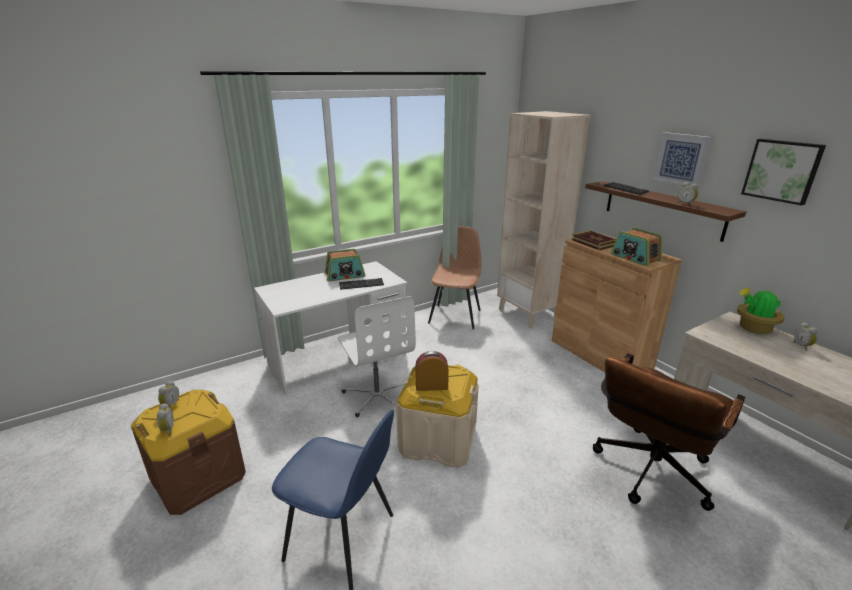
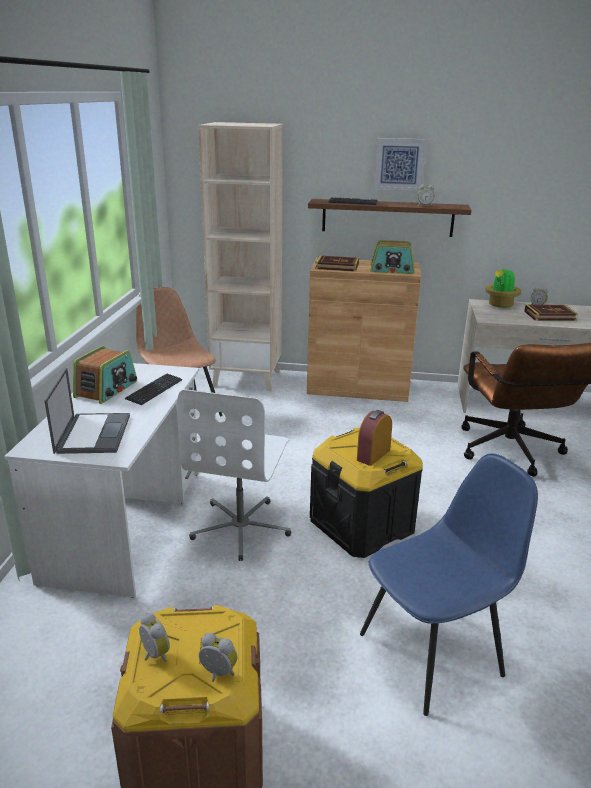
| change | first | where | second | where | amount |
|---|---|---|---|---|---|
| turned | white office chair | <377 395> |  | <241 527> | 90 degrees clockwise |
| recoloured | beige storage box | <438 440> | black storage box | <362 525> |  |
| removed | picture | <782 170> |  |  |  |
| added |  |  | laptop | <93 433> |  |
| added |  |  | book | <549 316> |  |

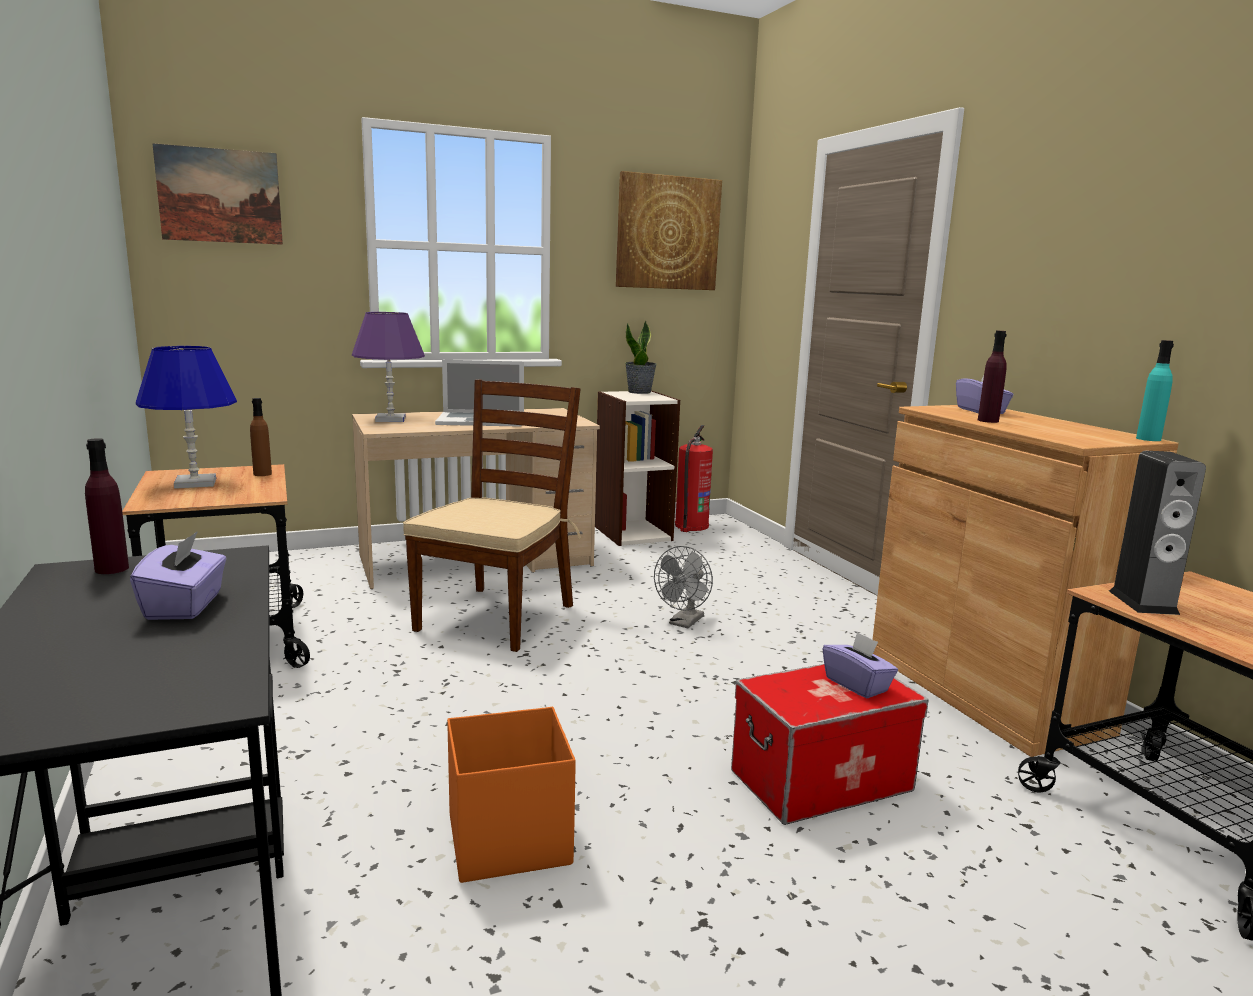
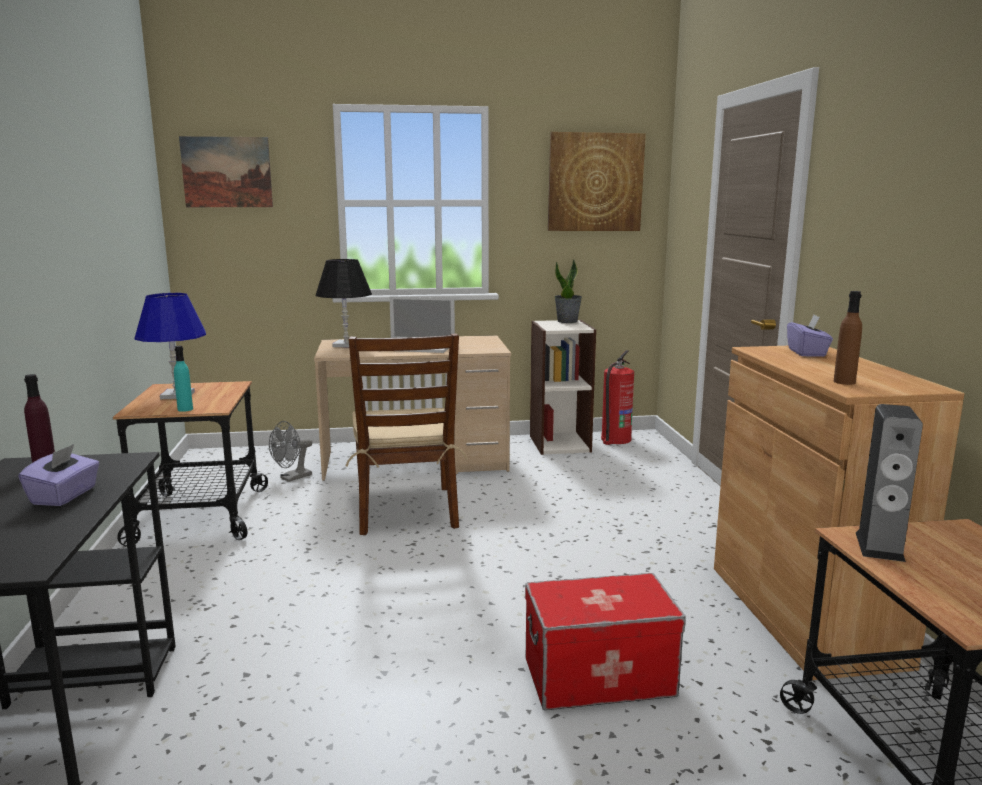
| change | first | where | second | where | amount |
|---|---|---|---|---|---|
| moved | brown bottle | <262 474> |  | <844 382> |  |
| recoloured | purple table lamp | <390 419> | black table lamp | <346 345> |  |
| turned | brown chair | <496 617> |  | <406 510> | 135 degrees clockwise |
| removed | orange storage box | <507 840> |  |  |  |
| moved | grey fan | <684 623> |  | <292 478> |  |
| removed | purple tissue box | <857 685> |  |  |  |
| removed | purple bottle | <988 421> |  |  |  |
| moved | turquoise bottle | <1148 439> |  | <185 409> |  |

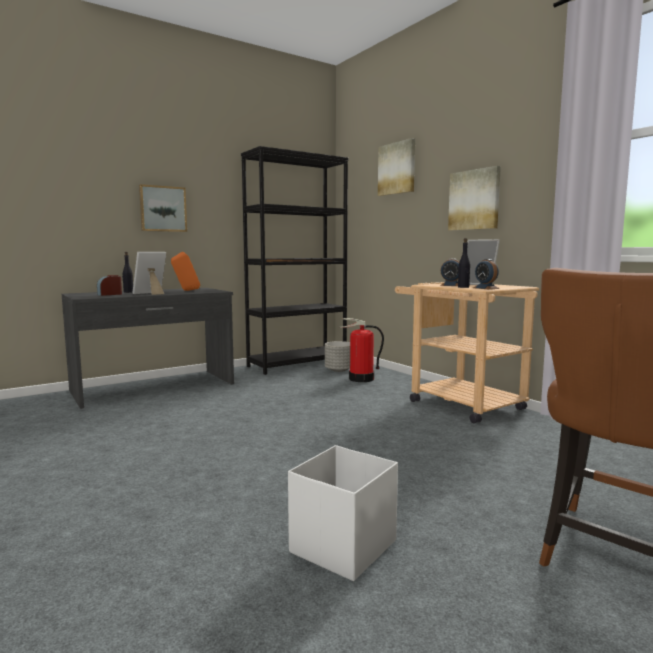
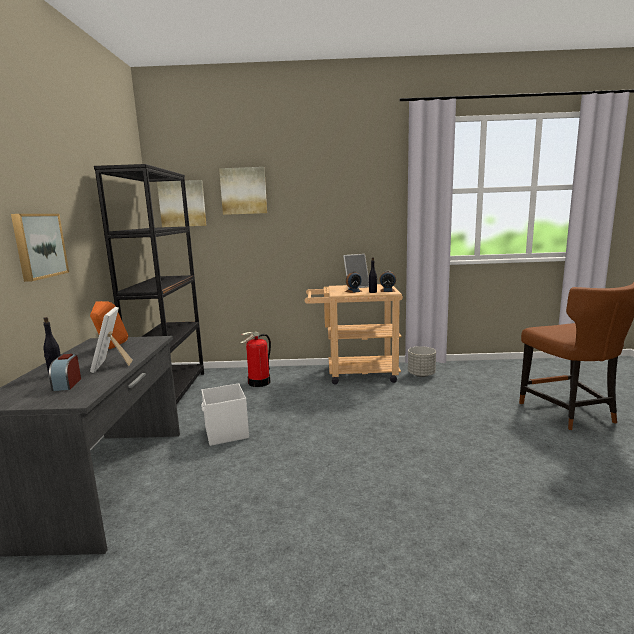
| change | first | where | second | where | amount |
|---|---|---|---|---|---|
| moved | white storage box | <342 547> |  | <226 433> |  |
| moved | grey planter | <339 370> |  | <421 374> |  |
| moved | picture | <474 200> |  | <182 203> |  |

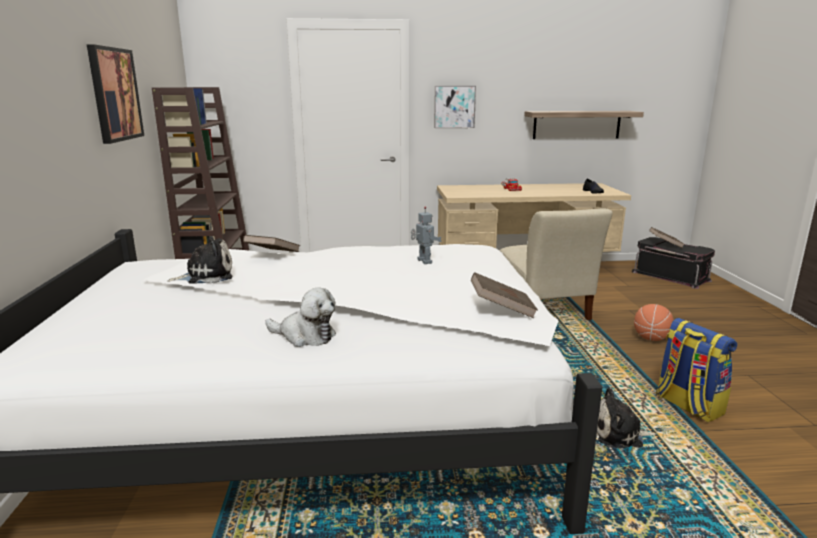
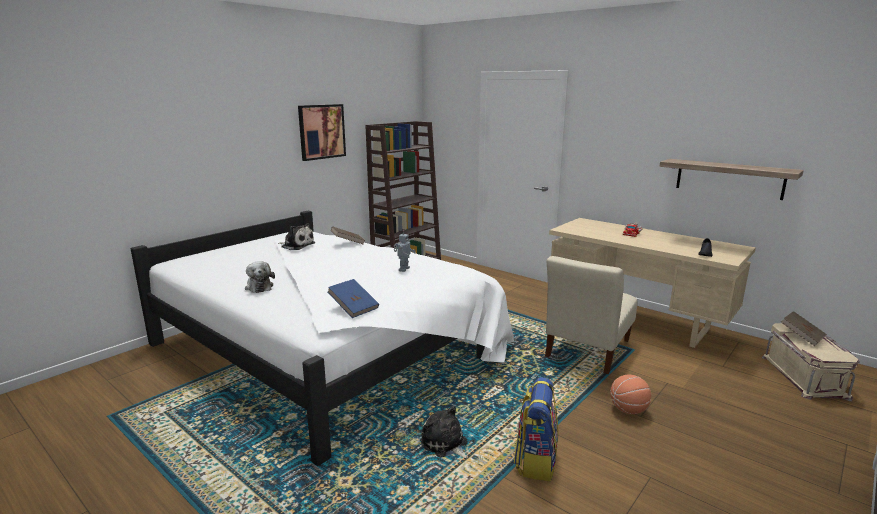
| change | first | where | second | where | amount |
|---|---|---|---|---|---|
| removed | picture | <454 107> |  |  |  |
| recoloured | brown book | <502 309> | blue book | <354 308> |  |
| recoloured | black storage box | <671 276> | beige storage box | <805 376> |  |

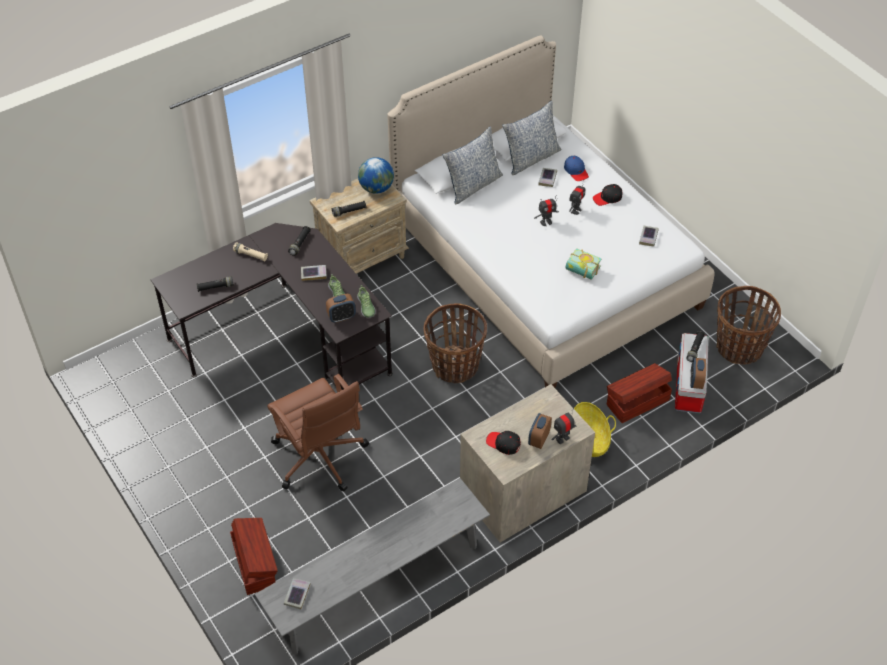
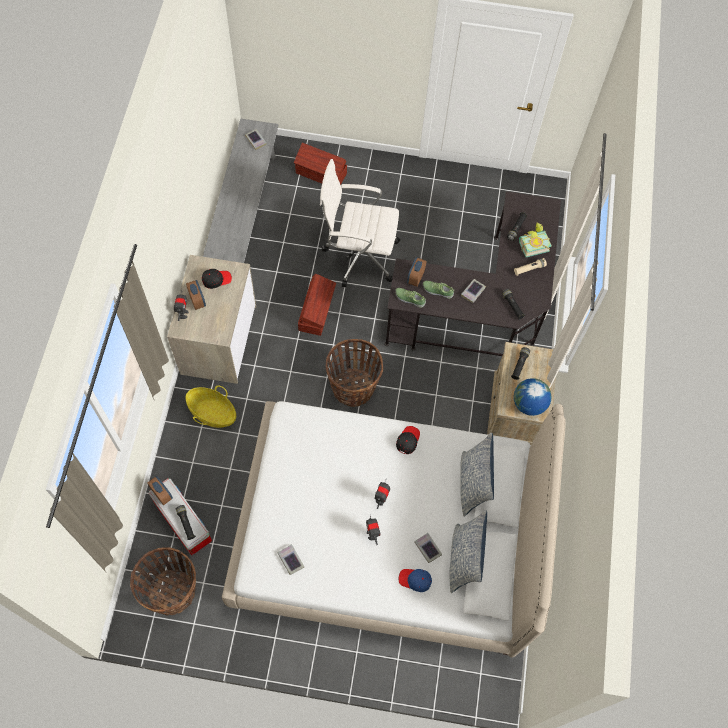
| change | first | where | second | where | amount |
|---|---|---|---|---|---|
| recoloured | brown office chair | <320 459> | white office chair | <359 255> |  |
| moved | book | <581 272> |  | <532 244> |  |
| moved | black cap | <607 198> |  | <407 440> |  |
| moved | brown storage box | <636 402> |  | <317 311> |  |

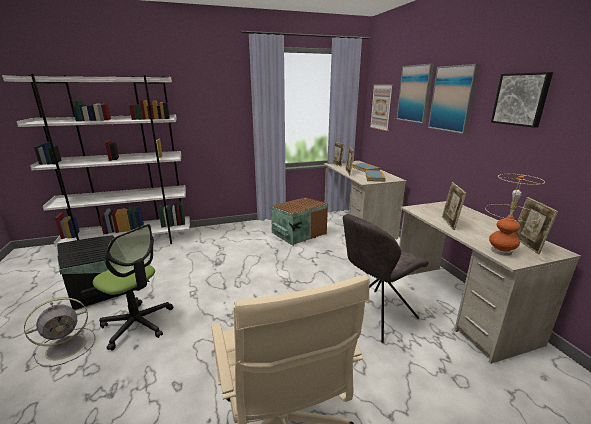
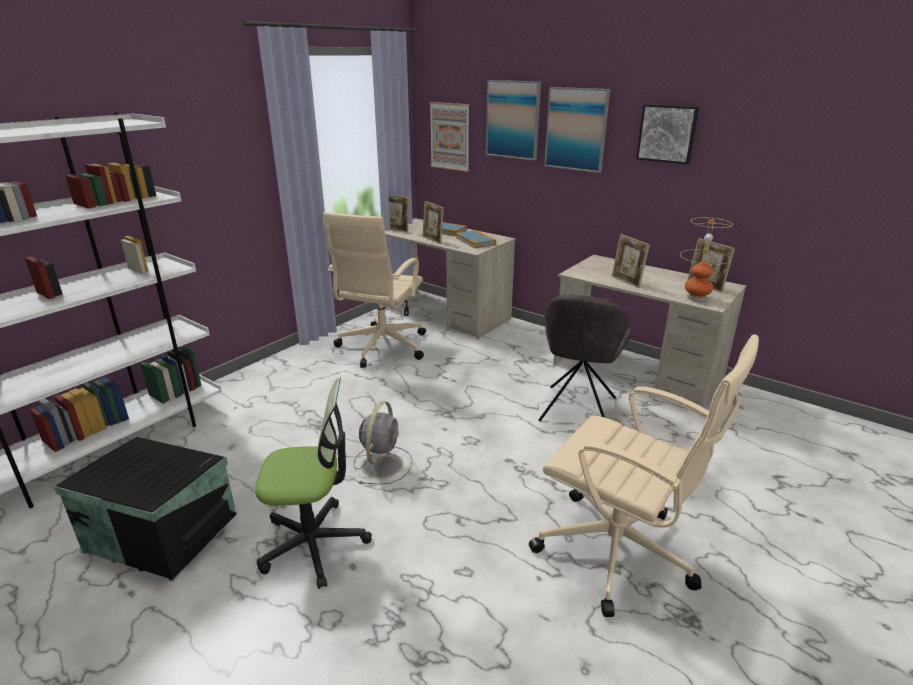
| change | first | where | second | where | amount |
|---|---|---|---|---|---|
| moved | grey fan | <68 346> |  | <383 464> |  |
| replaced | brown storage box | <298 233> | beige office chair | <381 347> |  |

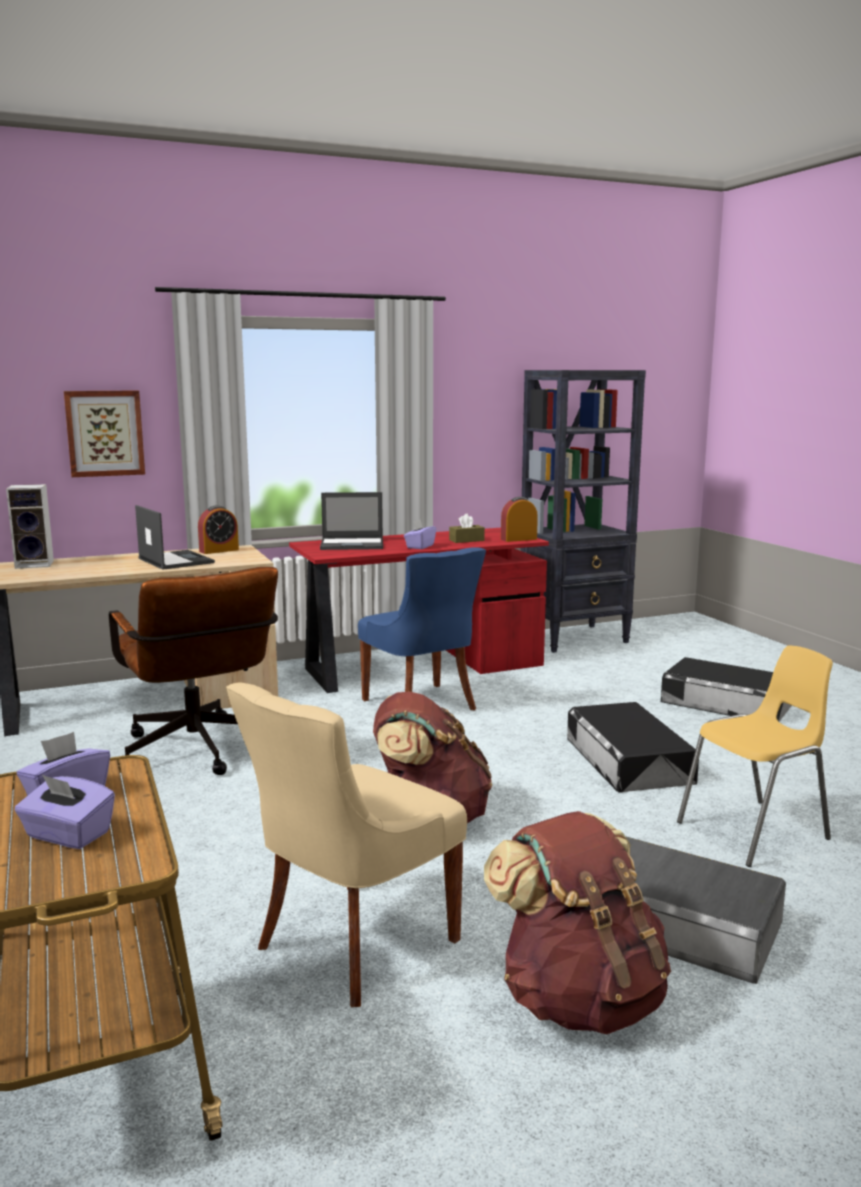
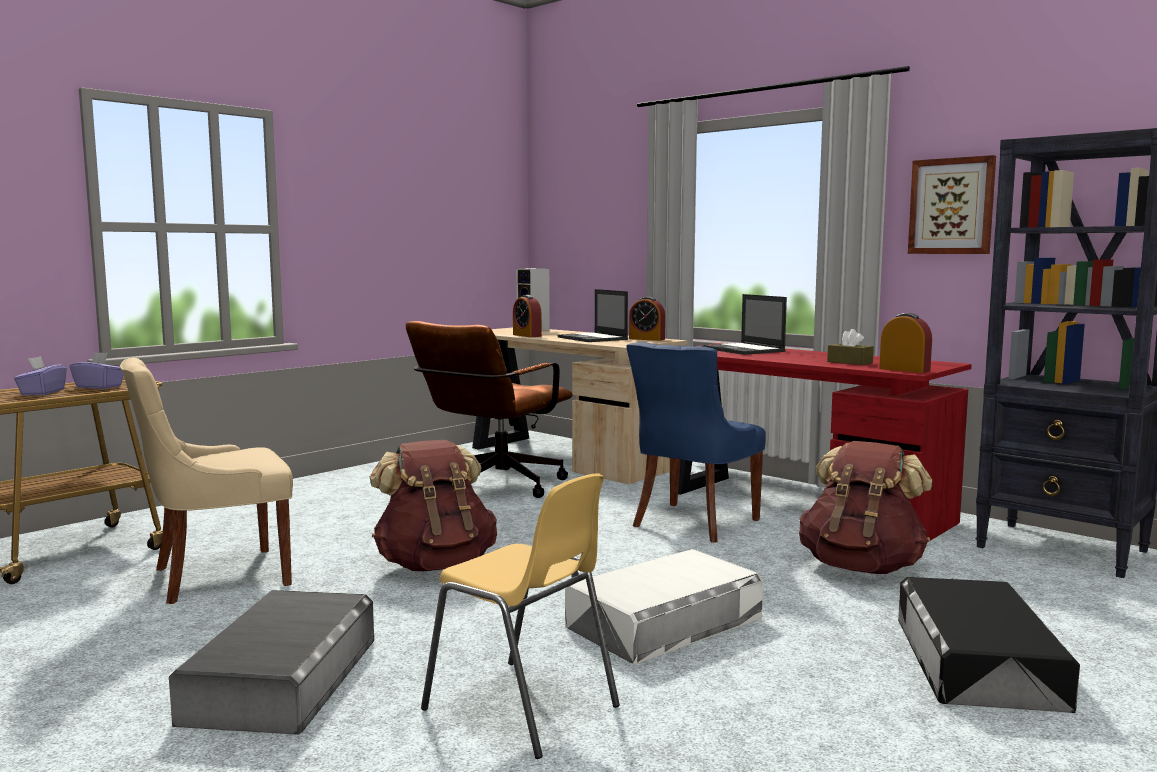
| change | first | where | second | where | amount |
|---|---|---|---|---|---|
| moved | picture | <105 433> |  | <951 206> |  |
| turned | laptop | <175 560> |  | <593 338> | 120 degrees clockwise |
| turned | beige chair | <352 944> |  | <217 576> | 45 degrees counterclockwise |
| removed | purple tissue box | <420 546> |  |  |  |
| moved | brown backpack | <579 998> |  | <862 567> |  |
| recoloured | black storage box | <629 760> | white storage box | <665 623> |  |
| added |  |  | alarm clock | <527 335> |  |

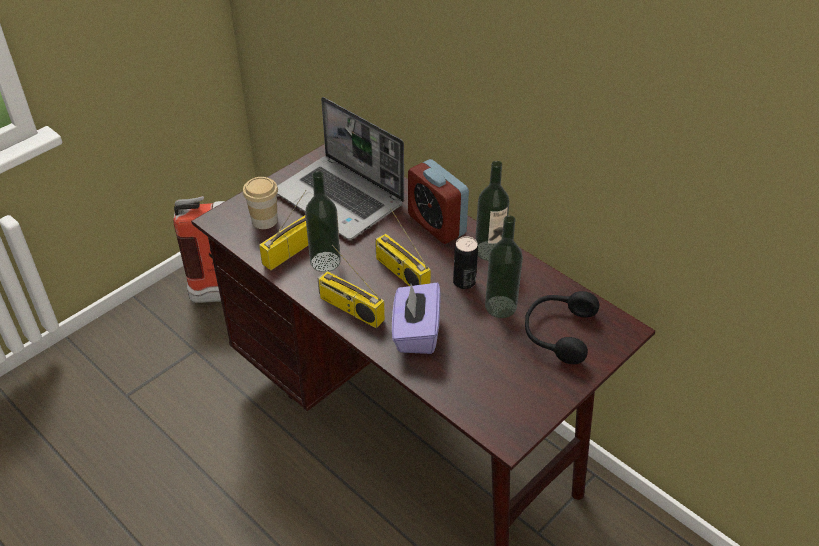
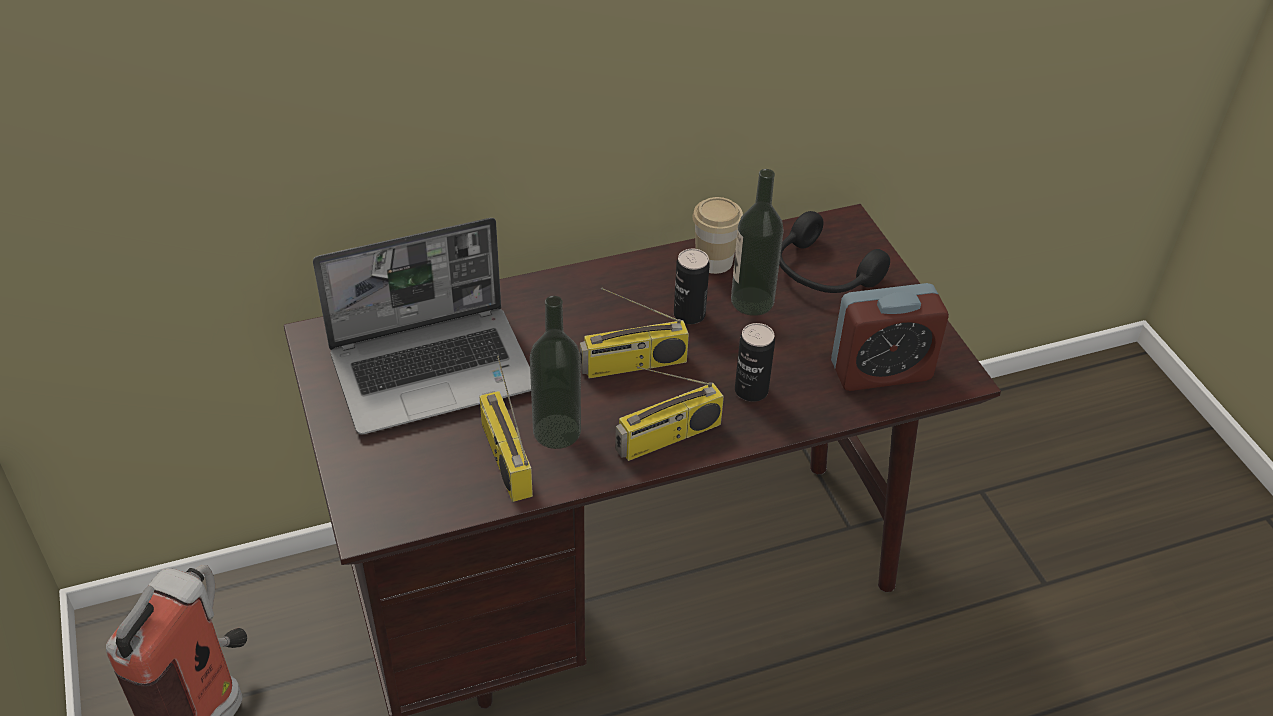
| change | first | where | second | where | amount |
|---|---|---|---|---|---|
| moved | cup | <264 220> |  | <714 261> |  |
| replaced | purple tissue box | <416 333> | can | <751 391> |  |
| moved | alarm clock | <436 224> |  | <881 371> |  |
| removed | bottle | <489 251> |  |  |  |

